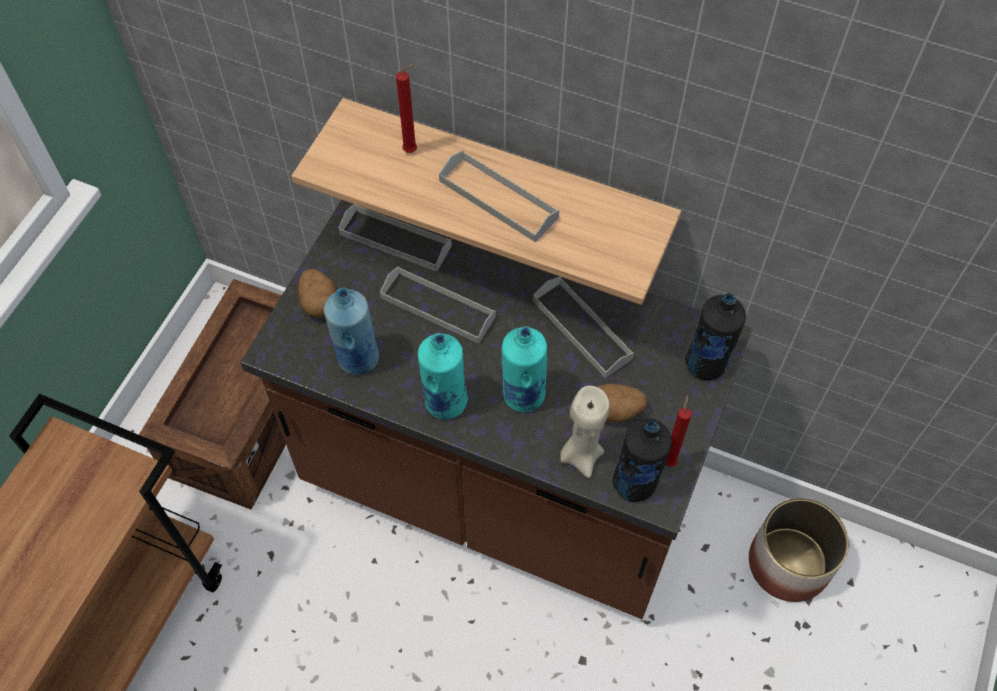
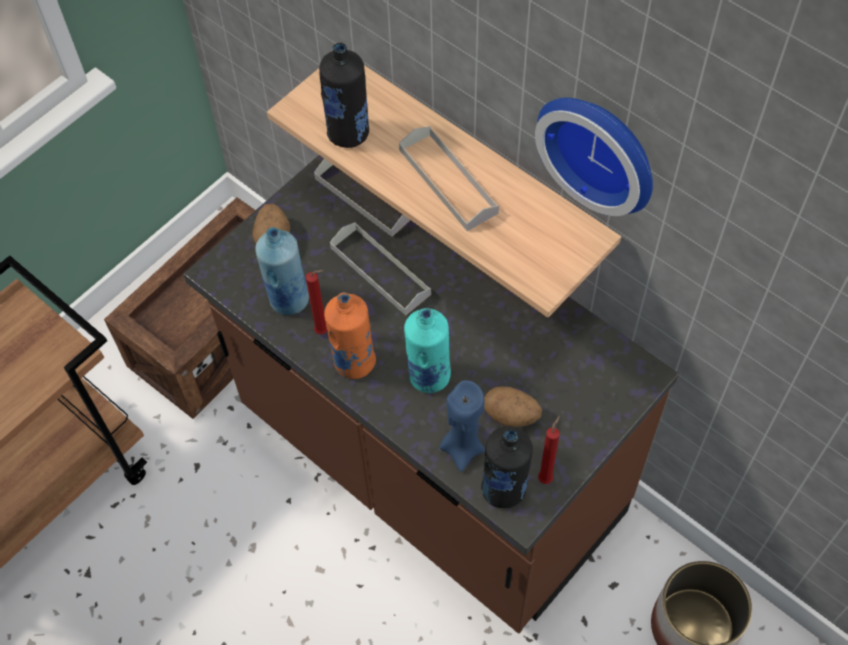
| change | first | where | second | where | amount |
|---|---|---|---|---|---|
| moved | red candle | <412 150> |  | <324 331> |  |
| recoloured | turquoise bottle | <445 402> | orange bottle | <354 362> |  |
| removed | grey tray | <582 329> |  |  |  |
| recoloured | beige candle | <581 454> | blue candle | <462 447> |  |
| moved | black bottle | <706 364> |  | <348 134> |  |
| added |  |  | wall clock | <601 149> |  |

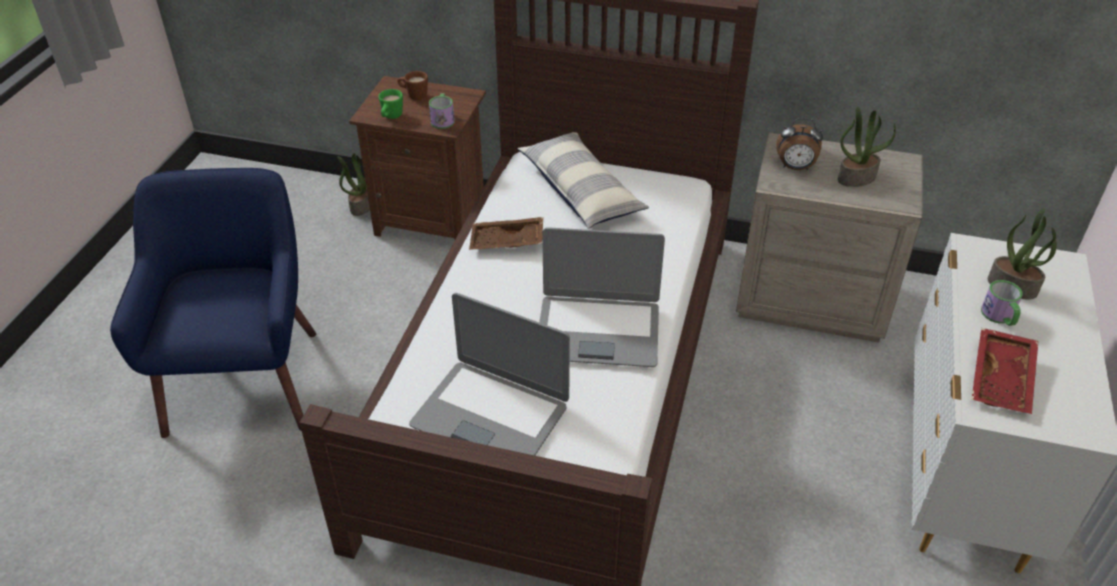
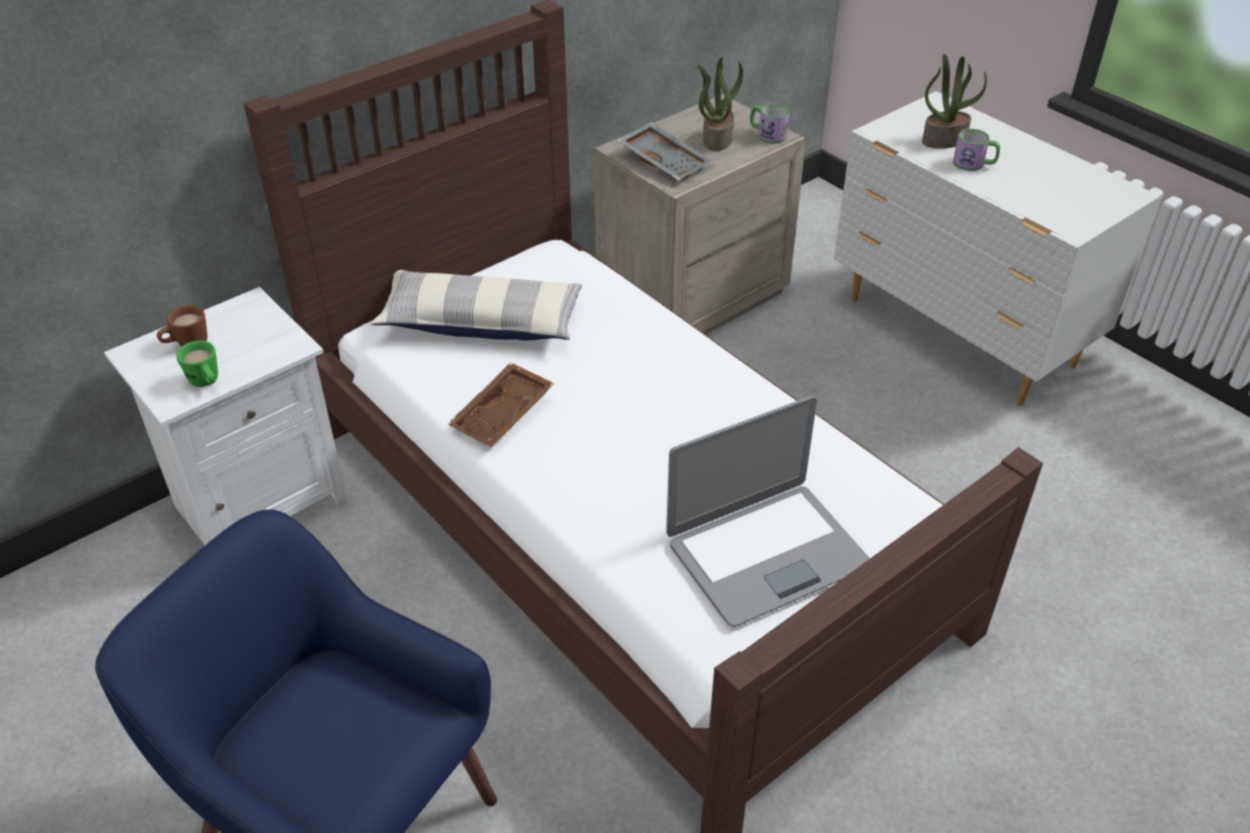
| change | first | where | second | where | amount |
|---|---|---|---|---|---|
| removed | potted plant | <362 205> |  |  |  |
| recoloured | brown nightstand | <432 220> | white nightstand | <258 503> |  |
| moved | mug | <443 119> |  | <767 134> |  |
| removed | laptop | <598 331> |  |  |  |
| replaced | alarm clock | <795 167> | grey tray | <665 161> |  |
| removed | red tray | <1003 380> |  |  |  |

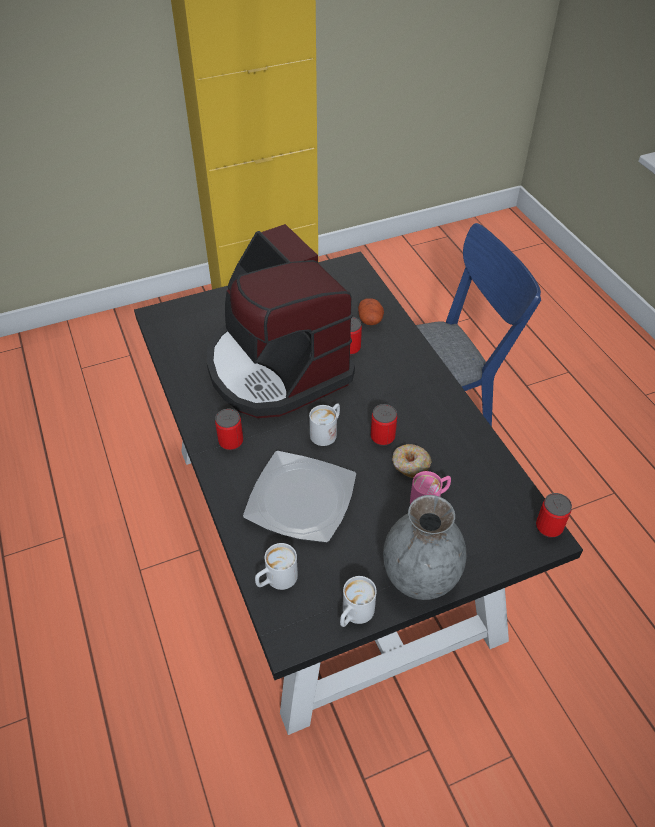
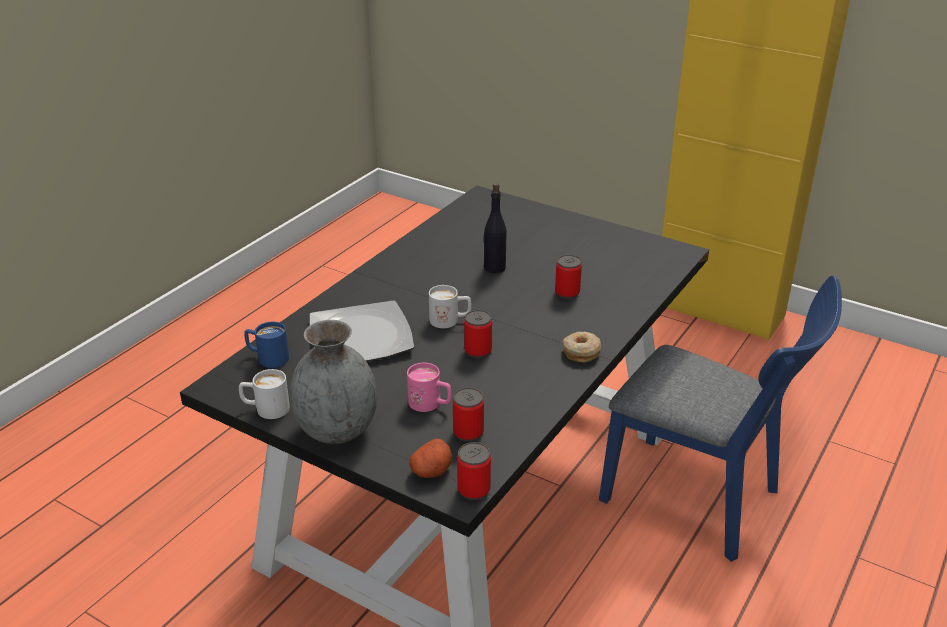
| change | first | where | second | where | amount |
|---|---|---|---|---|---|
| replaced | coffee machine | <276 367> | black bottle | <494 268> |  |
| moved | can | <231 442> |  | <468 432> |  |
| recoloured | white mug | <276 580> | blue mug | <267 358> |  |
| moved | potato | <370 320> |  | <431 471> |  |
| moved | donut | <410 465> |  | <581 352> |  |

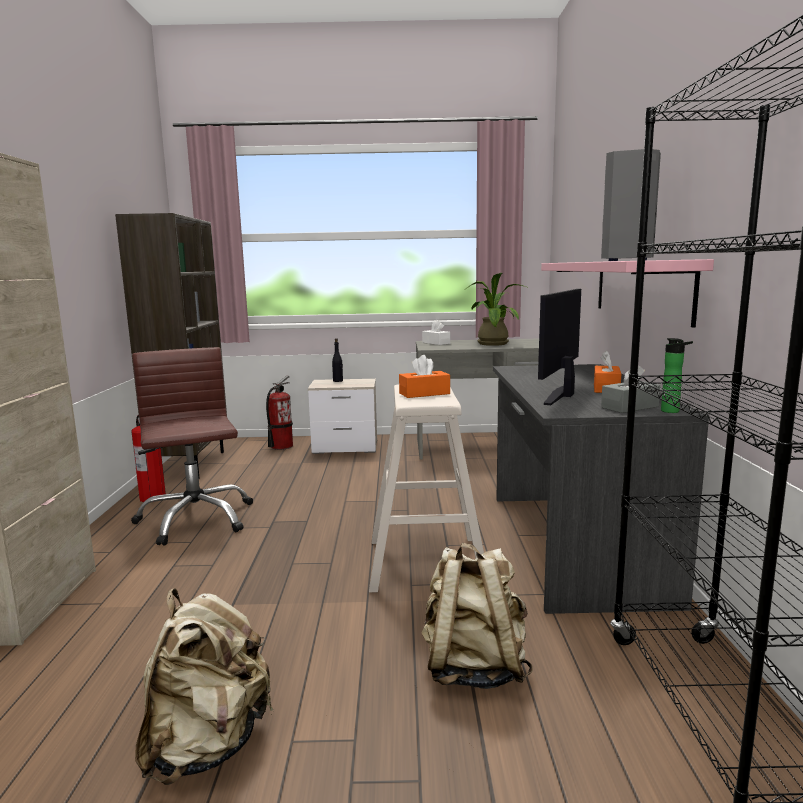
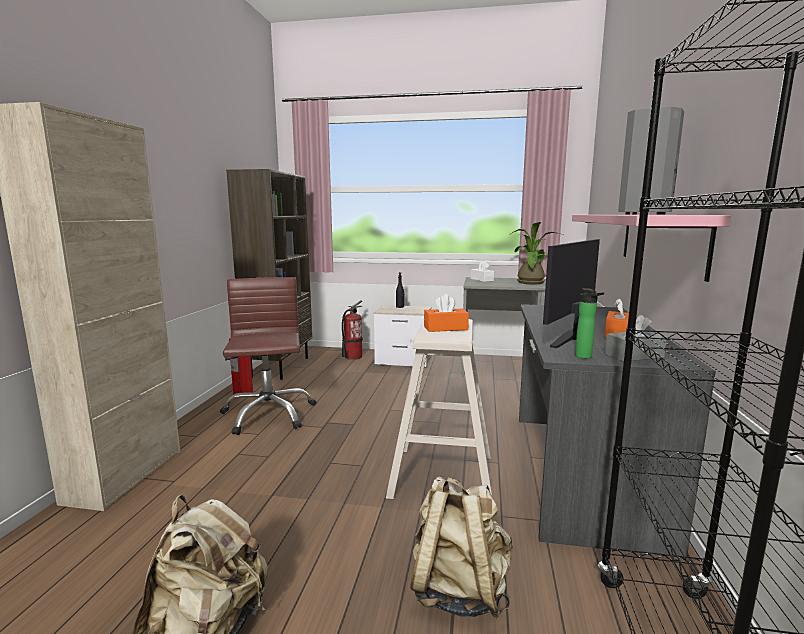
| change | first | where | second | where | amount |
|---|---|---|---|---|---|
| moved | bottle | <672 411> |  | <585 357> |  |

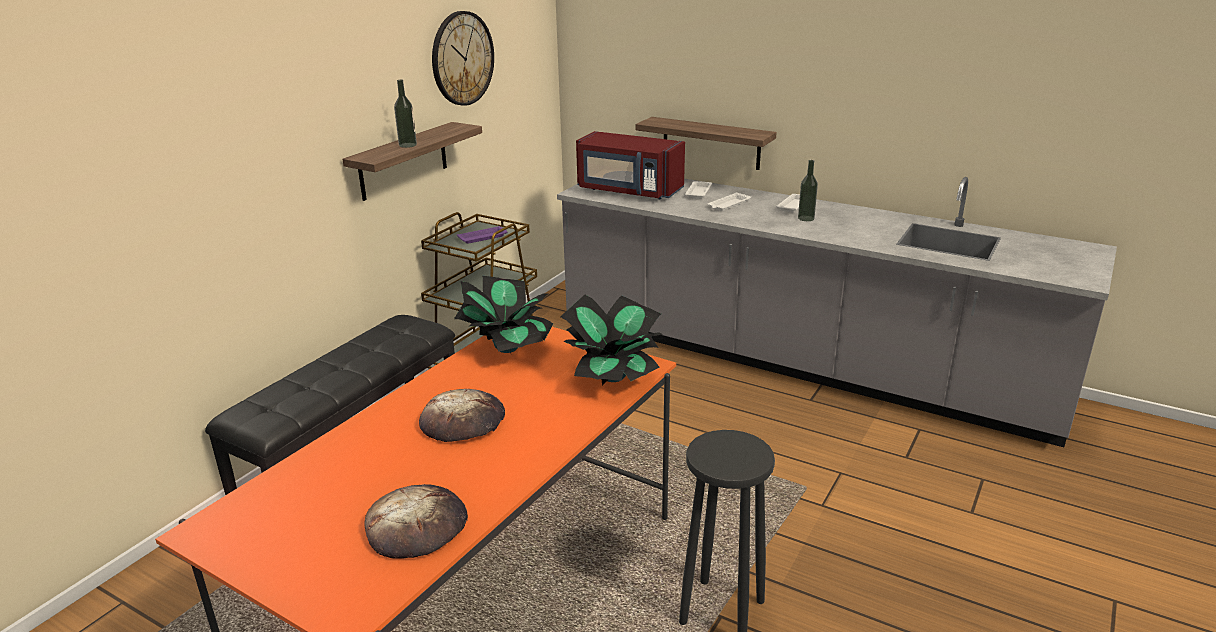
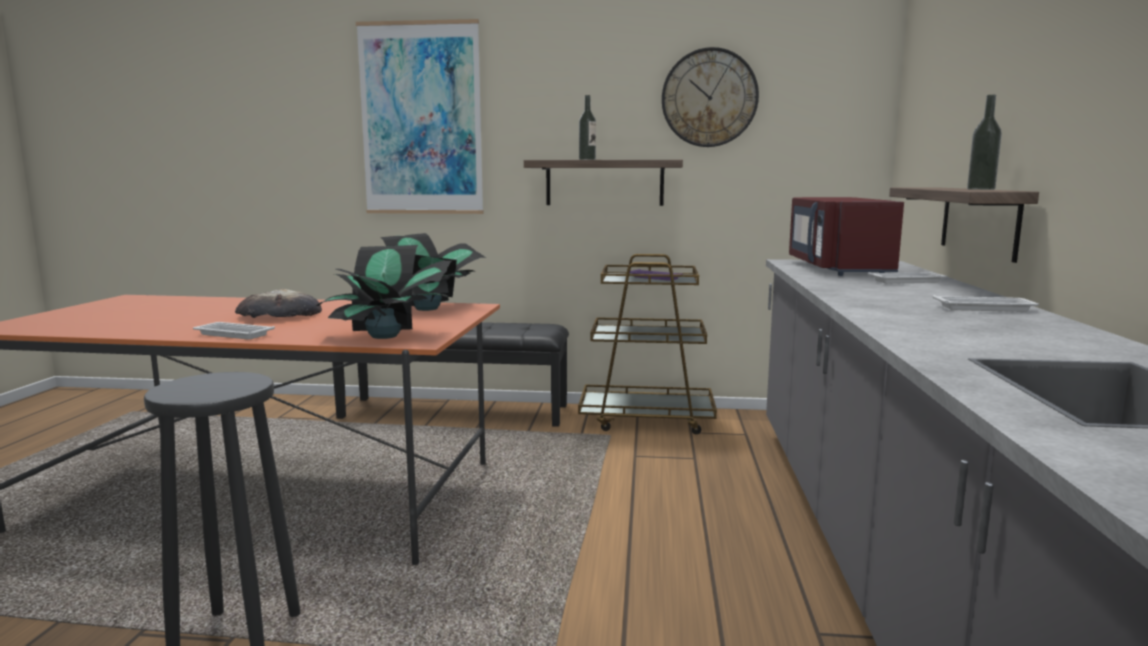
| change | first | where | second | where | amount |
|---|---|---|---|---|---|
| removed | bread | <417 526> |  |  |  |
| moved | white tray | <728 205> |  | <233 334> |  |
| moved | bottle | <806 218> |  | <981 189> |  |
| added |  |  | picture | <421 119> |  |

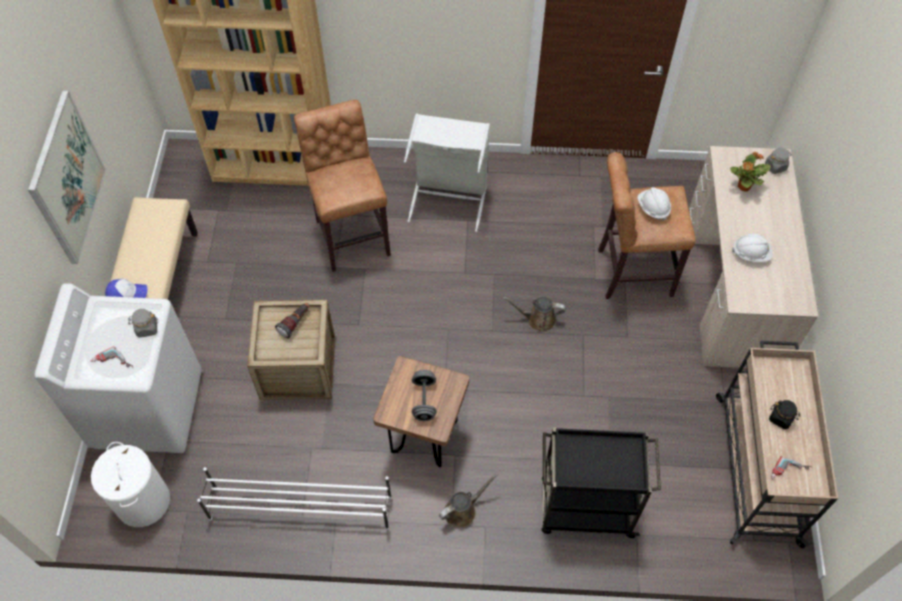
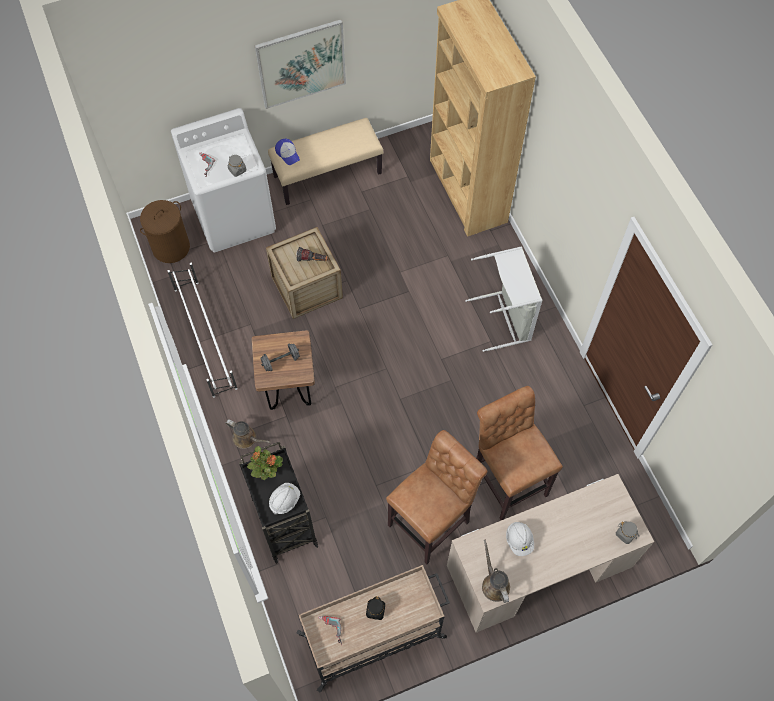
| change | first | where | second | where | amount |
|---|---|---|---|---|---|
| recoloured | white laundry basket | <142 501> | brown laundry basket | <171 247> |  |
| moved | brown stool | <351 234> |  | <432 521> |  |
| moved | brown watering can | <538 319> |  | <494 584> |  |
| moved | white hard hat | <653 208> |  | <284 500> |  |
| moved | potted plant | <743 187> |  | <266 471> |  |

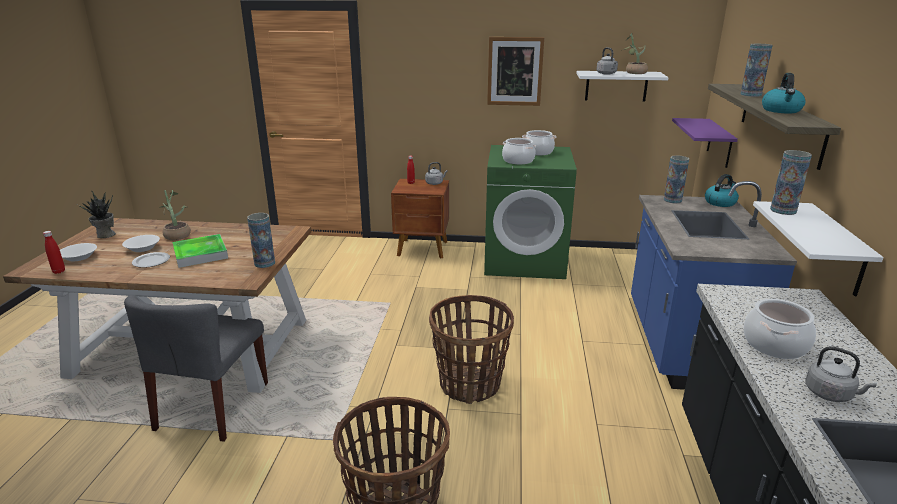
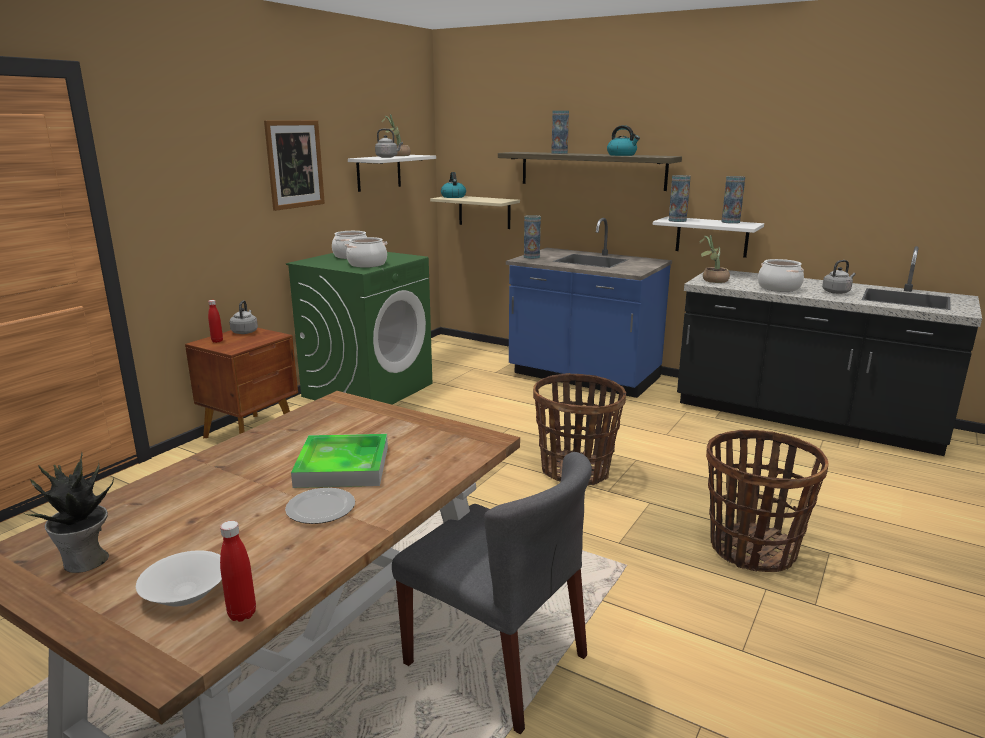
| change | first | where | second | where | amount |
|---|---|---|---|---|---|
| removed | white bowl | <143 248> |  |  |  |
| moved | potted plant | <177 235> |  | <712 280> |  |
| moved | vase | <264 263> |  | <730 222> |  |
| recoloured | purple shelf | <719 143> | beige shelf | <484 212> |  |
| moved | kettle | <720 202> |  | <453 197> |  |

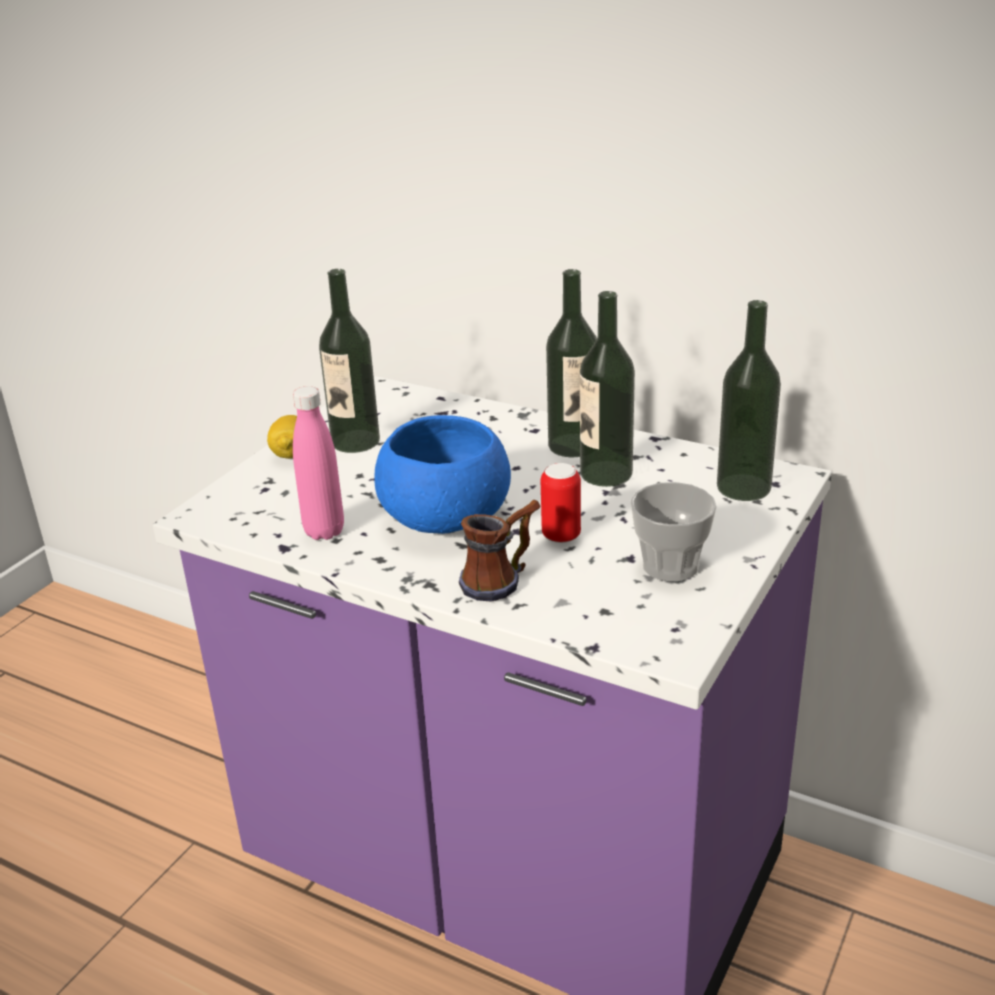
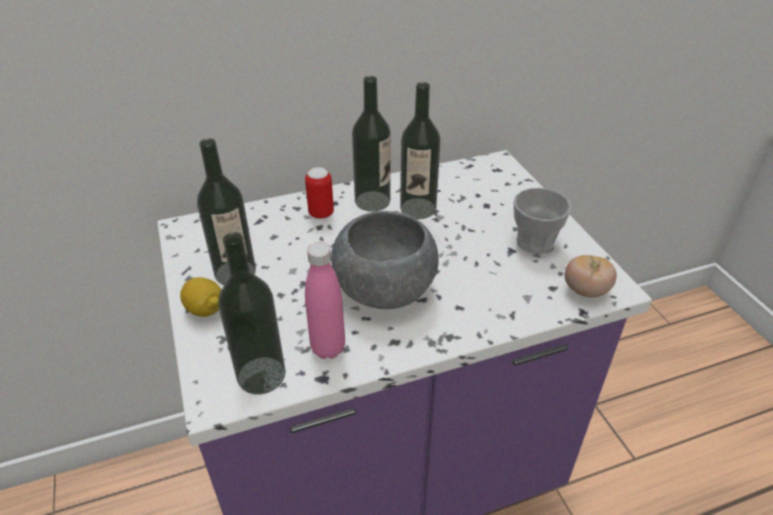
| change | first | where | second | where | amount |
|---|---|---|---|---|---|
| recoloured | blue bowl | <446 519> | grey bowl | <385 289> |  |
| removed | mug | <502 579> |  |  |  |
| moved | can | <561 536> |  | <321 214> |  |
| moved | bottle | <743 487> |  | <261 375> |  |
| added |  |  | tomato | <585 290> |  |

